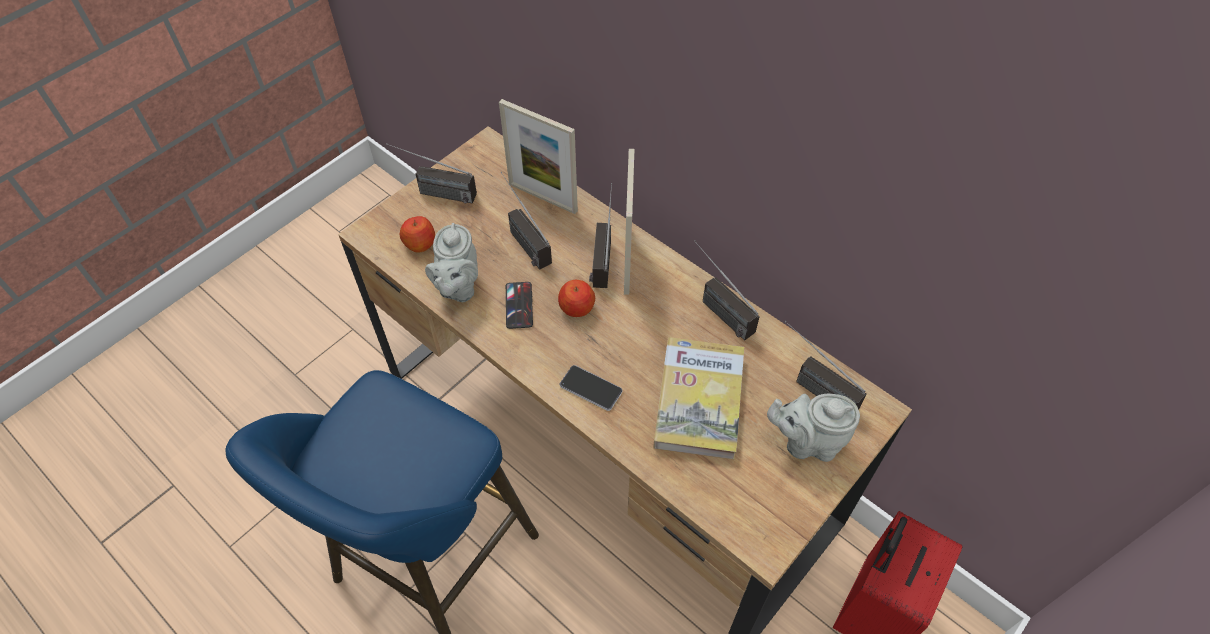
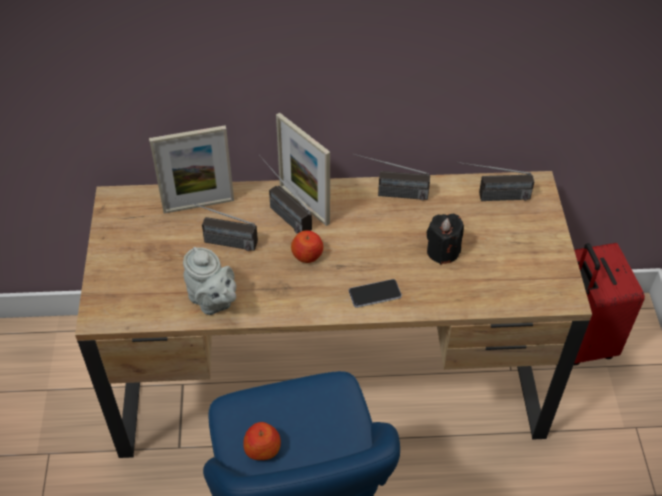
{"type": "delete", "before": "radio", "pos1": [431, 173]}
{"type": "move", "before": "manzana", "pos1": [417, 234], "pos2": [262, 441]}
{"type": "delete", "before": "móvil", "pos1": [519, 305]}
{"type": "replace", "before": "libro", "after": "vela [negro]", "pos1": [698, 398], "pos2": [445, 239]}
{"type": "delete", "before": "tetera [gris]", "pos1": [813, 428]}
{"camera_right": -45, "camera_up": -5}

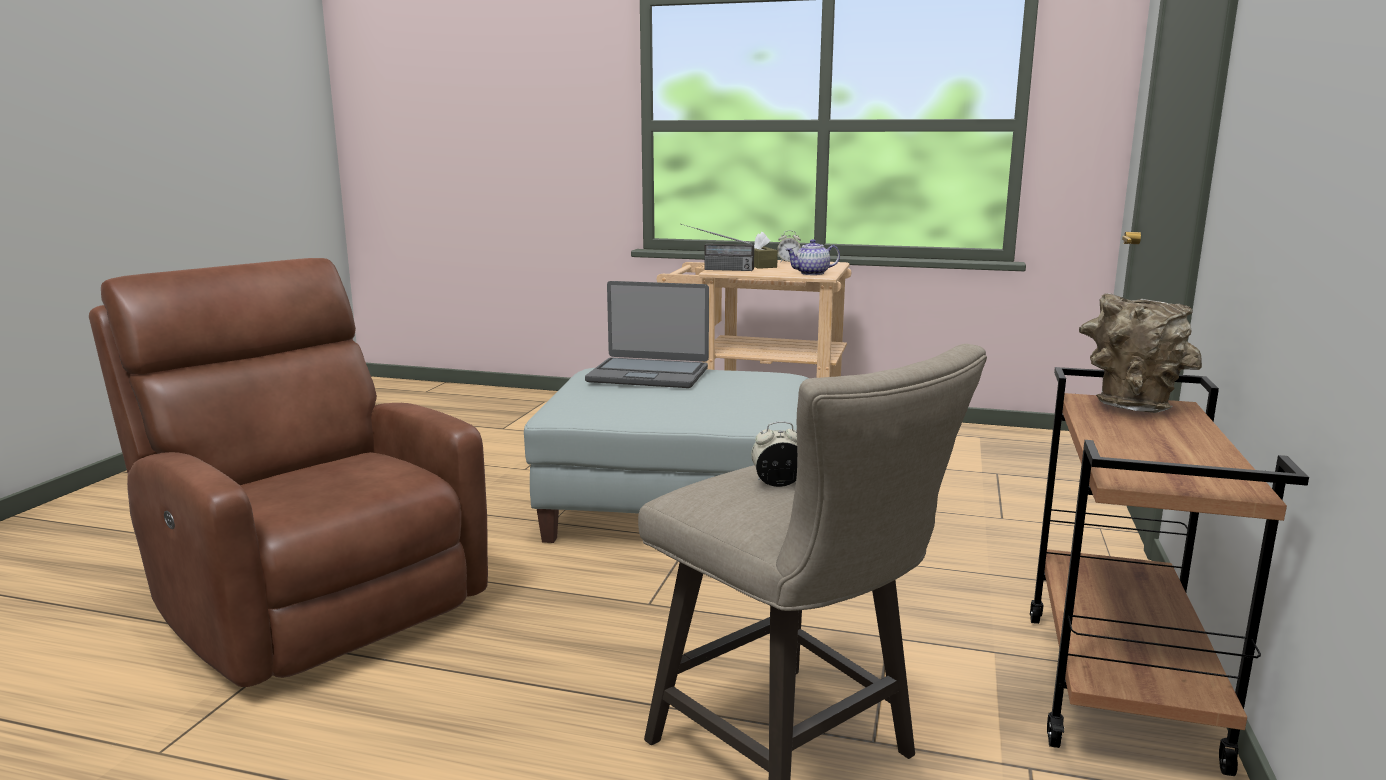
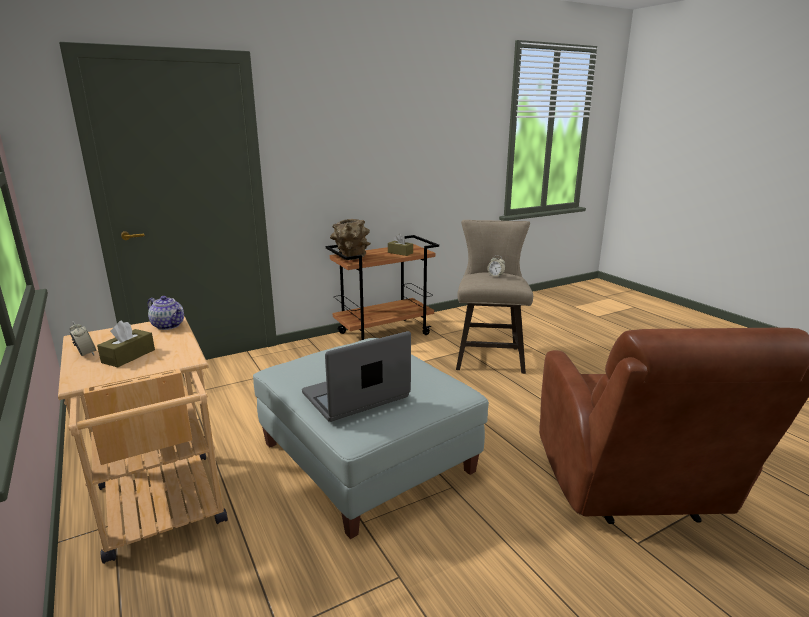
{"type": "rotate", "before": "portátil", "pos1": [647, 334], "pos2": [356, 376], "turn": -90}
{"type": "delete", "before": "radio", "pos1": [717, 247]}
{"type": "insert", "after": "caja de pañuelos [marrón]", "pos2": [400, 245]}
{"camera_right": -135, "camera_up": 5}

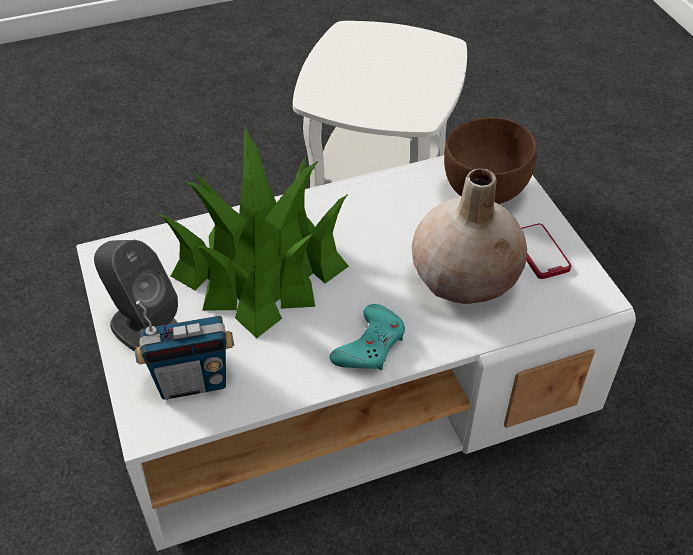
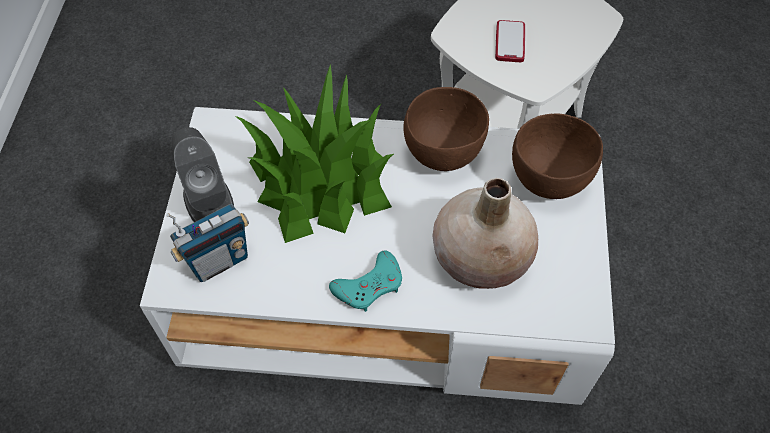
{"type": "rotate", "before": "radio", "pos1": [184, 350], "pos2": [207, 243], "turn": -45}
{"type": "move", "before": "móvil", "pos1": [546, 251], "pos2": [510, 41]}
{"type": "insert", "after": "cuenco [marrón]", "pos2": [446, 129]}
{"camera_right": 25, "camera_up": 10}

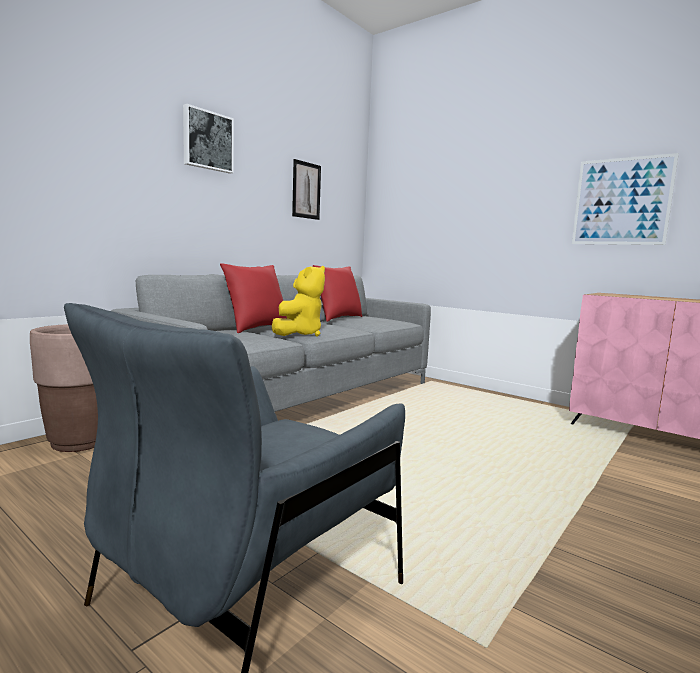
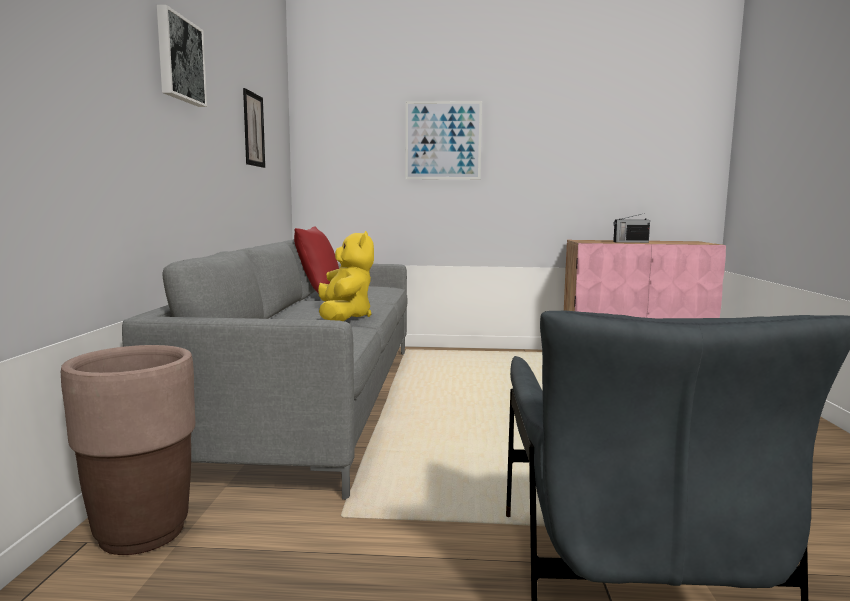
{"type": "delete", "before": "cojín [rojo]", "pos1": [253, 298]}
{"type": "move", "before": "cuadro", "pos1": [625, 199], "pos2": [443, 140]}
{"type": "insert", "after": "radio", "pos2": [631, 228]}
{"camera_right": -35, "camera_up": 0}

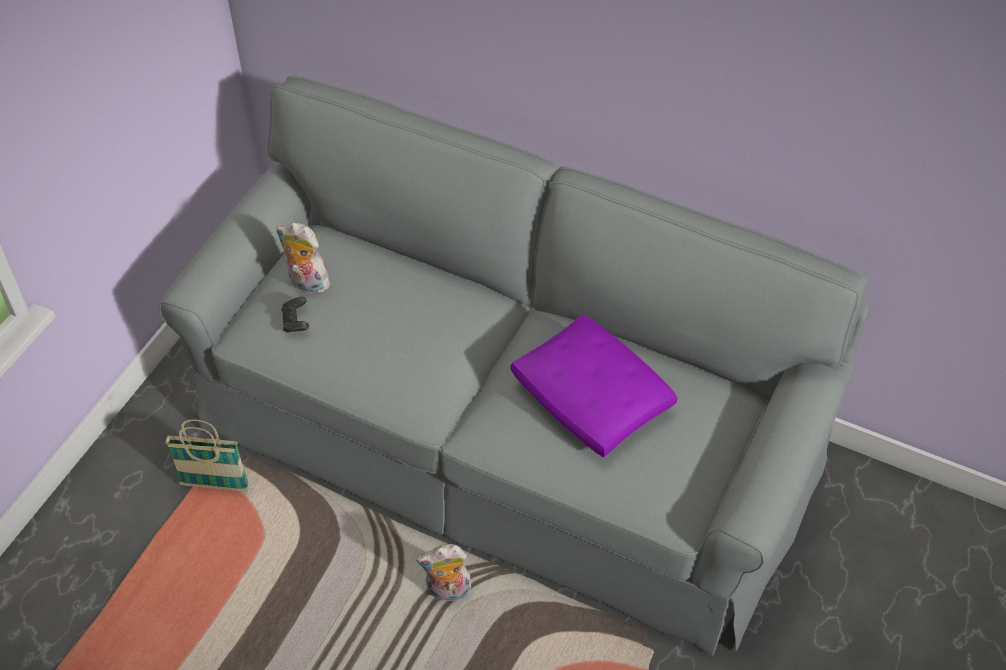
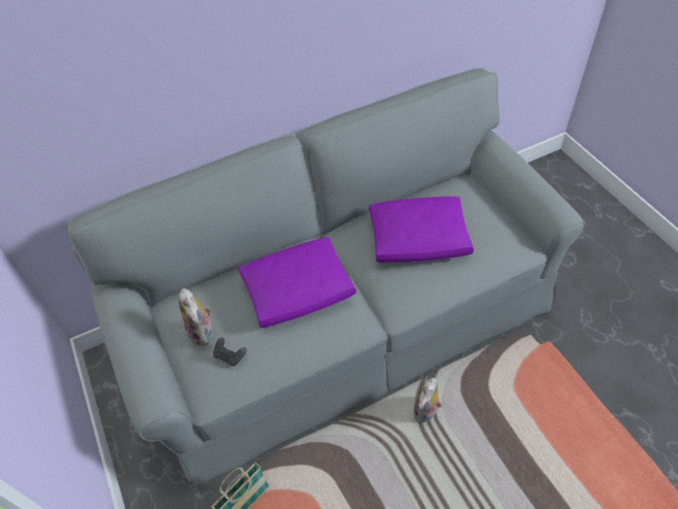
{"type": "rotate", "before": "peluche", "pos1": [303, 258], "pos2": [196, 317], "turn": -90}
{"type": "insert", "after": "cojín [morado]", "pos2": [297, 282]}
{"camera_right": -50, "camera_up": 0}

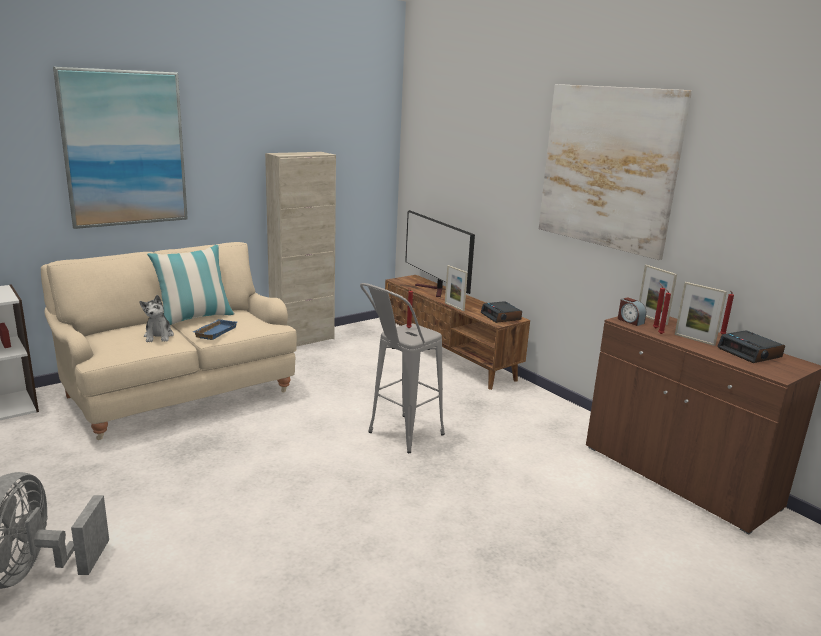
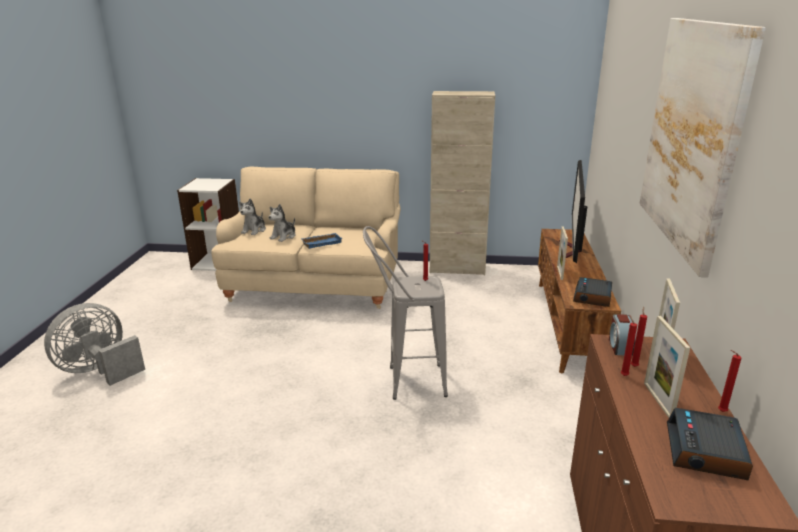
{"type": "delete", "before": "cuadro", "pos1": [120, 148]}
{"type": "delete", "before": "cojín", "pos1": [191, 284]}
{"type": "insert", "after": "peluche", "pos2": [252, 216]}
{"camera_right": 45, "camera_up": 5}

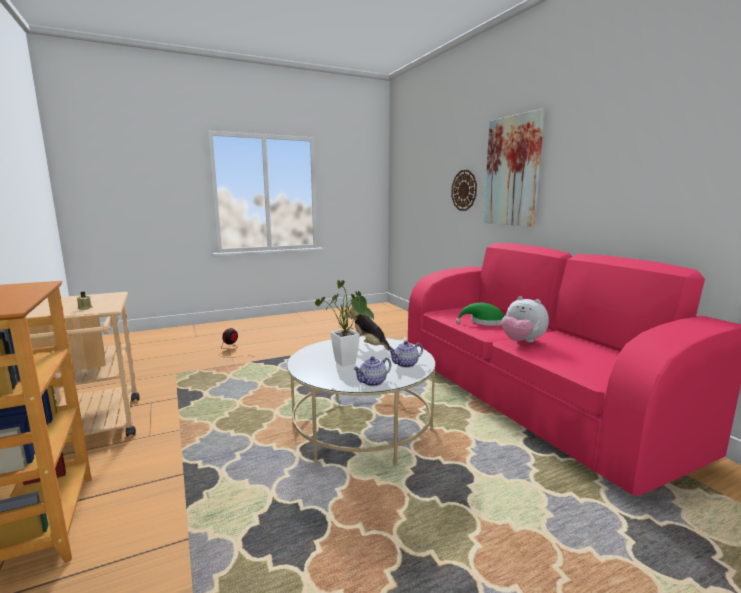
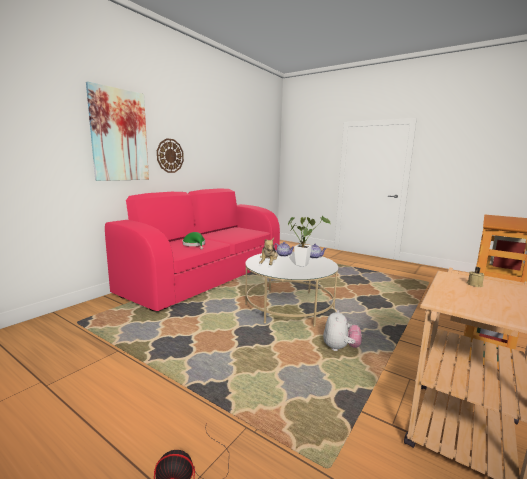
{"type": "move", "before": "reloj de pared", "pos1": [464, 190], "pos2": [170, 155]}
{"type": "move", "before": "peluche", "pos1": [525, 319], "pos2": [342, 330]}
{"camera_right": -120, "camera_up": 0}

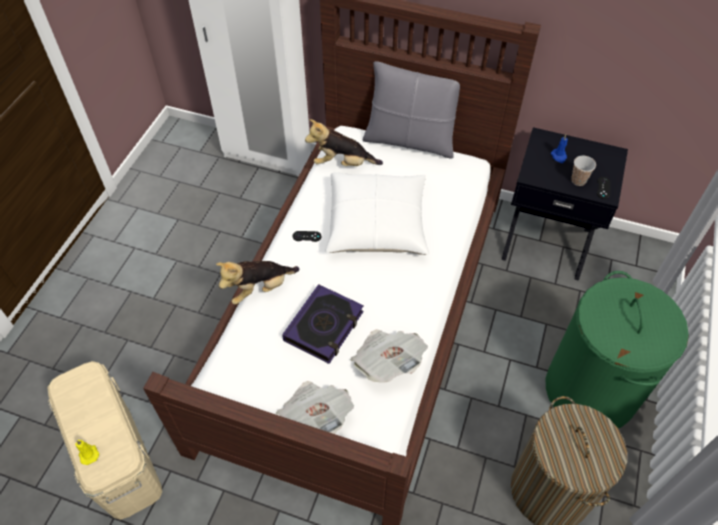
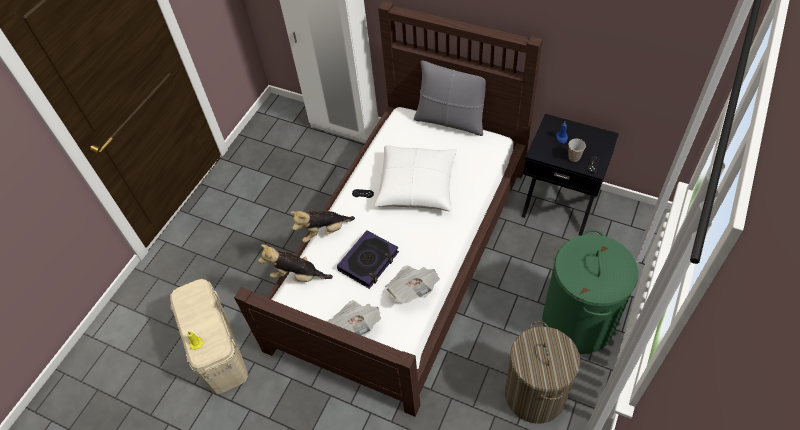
{"type": "move", "before": "peluche", "pos1": [344, 142], "pos2": [295, 263]}
{"camera_right": 10, "camera_up": 0}

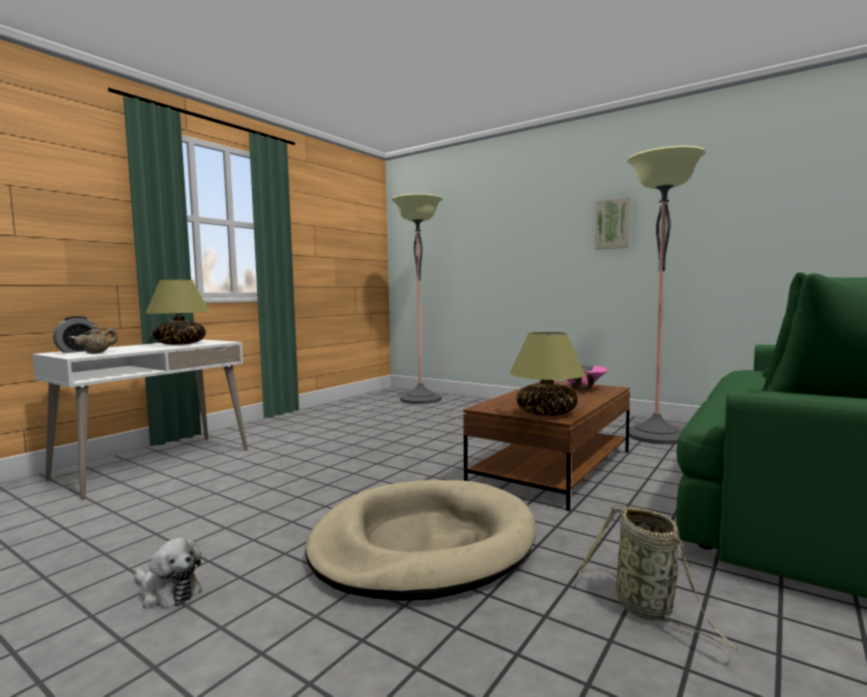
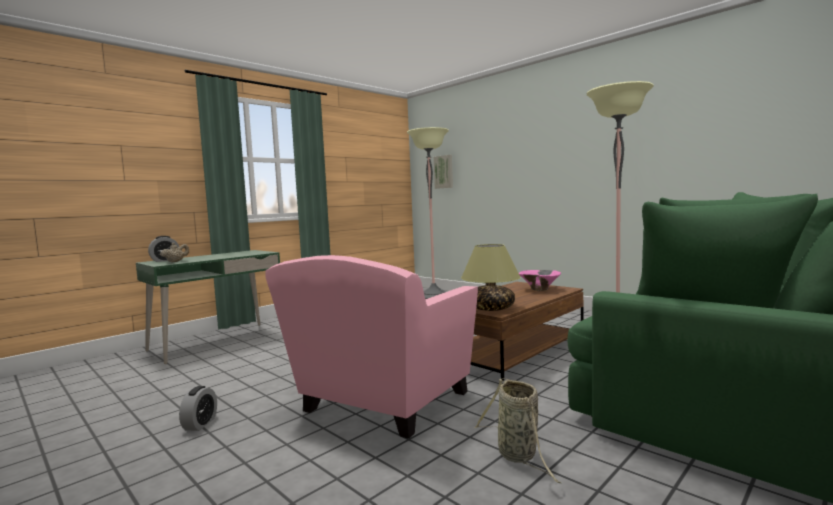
{"type": "recolor", "before": "escritorio [blanco]", "after": "escritorio [verde]", "pos1": [140, 419], "pos2": [208, 307]}
{"type": "replace", "before": "peluche", "after": "despertador", "pos1": [168, 573], "pos2": [198, 408]}
{"type": "delete", "before": "lámpara de mesa", "pos1": [178, 312]}
{"type": "replace", "before": "cama para perro [beis]", "after": "sillón [rosa]", "pos1": [420, 540], "pos2": [371, 347]}
{"type": "move", "before": "cuadro", "pos1": [613, 223], "pos2": [443, 172]}
{"camera_right": 10, "camera_up": 0}

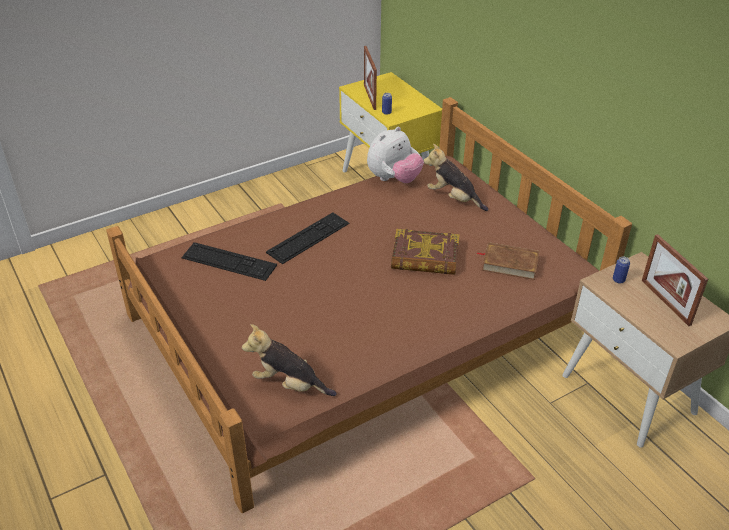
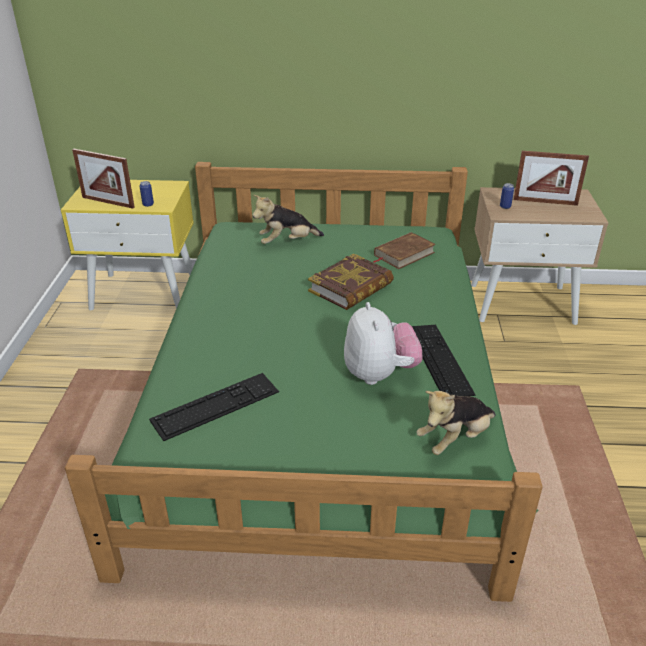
{"type": "recolor", "before": "cama [marrón]", "after": "cama [verde]", "pos1": [369, 305], "pos2": [303, 382]}
{"type": "move", "before": "teclado", "pos1": [307, 238], "pos2": [444, 360]}
{"type": "move", "before": "peluche", "pos1": [395, 154], "pos2": [383, 343]}
{"camera_right": -55, "camera_up": -5}

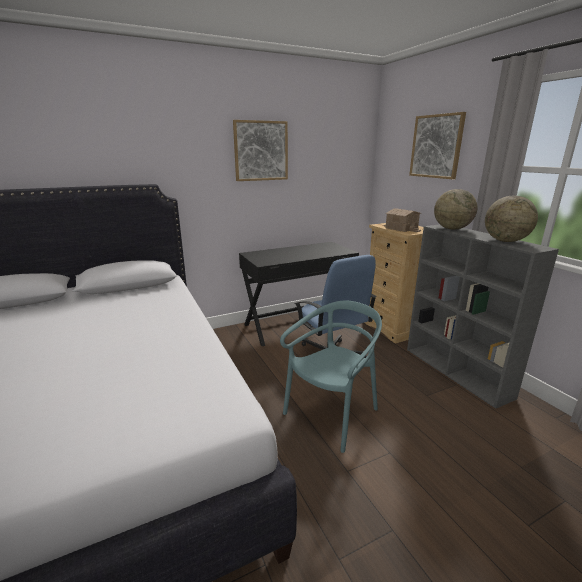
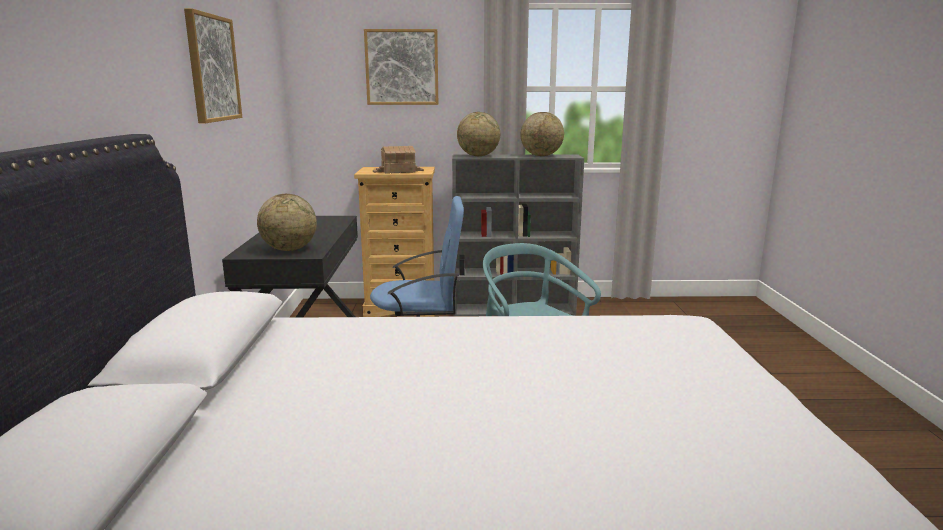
{"type": "insert", "after": "globo terráqueo", "pos2": [287, 222]}
{"camera_right": -65, "camera_up": -5}

